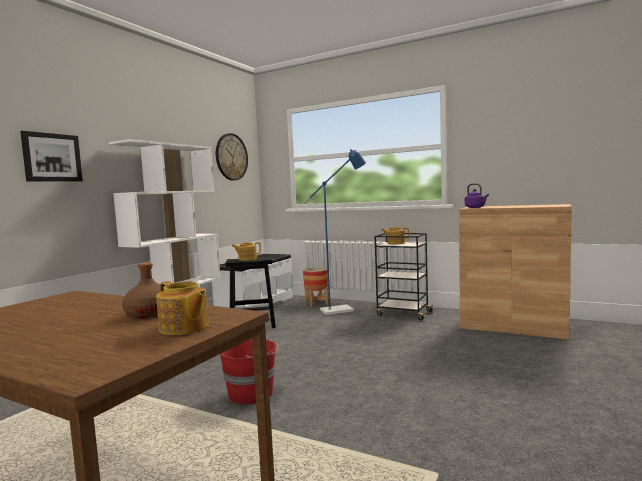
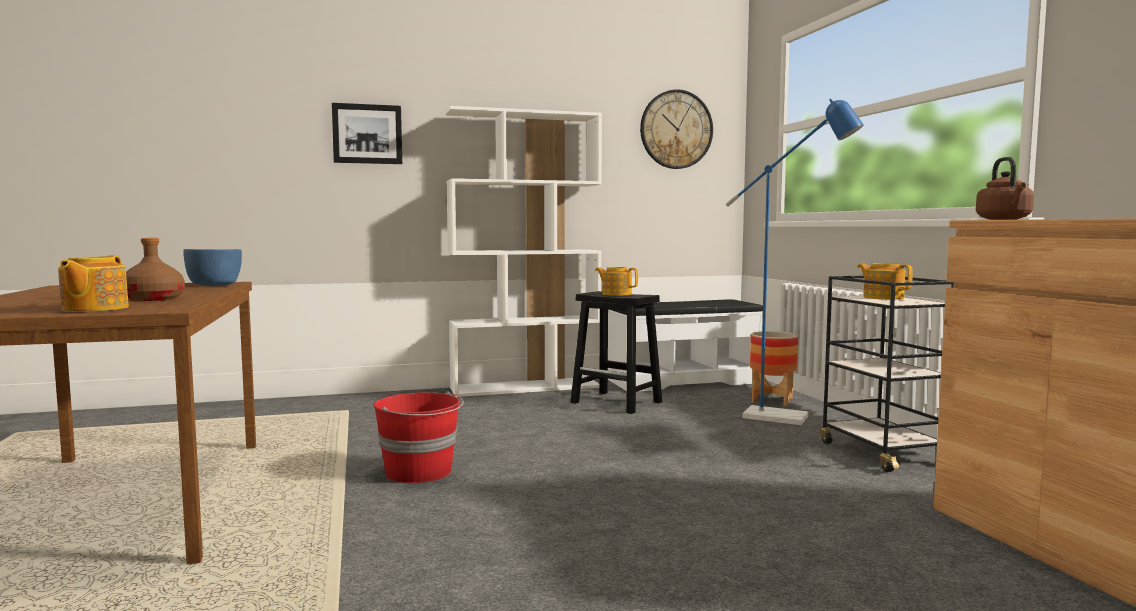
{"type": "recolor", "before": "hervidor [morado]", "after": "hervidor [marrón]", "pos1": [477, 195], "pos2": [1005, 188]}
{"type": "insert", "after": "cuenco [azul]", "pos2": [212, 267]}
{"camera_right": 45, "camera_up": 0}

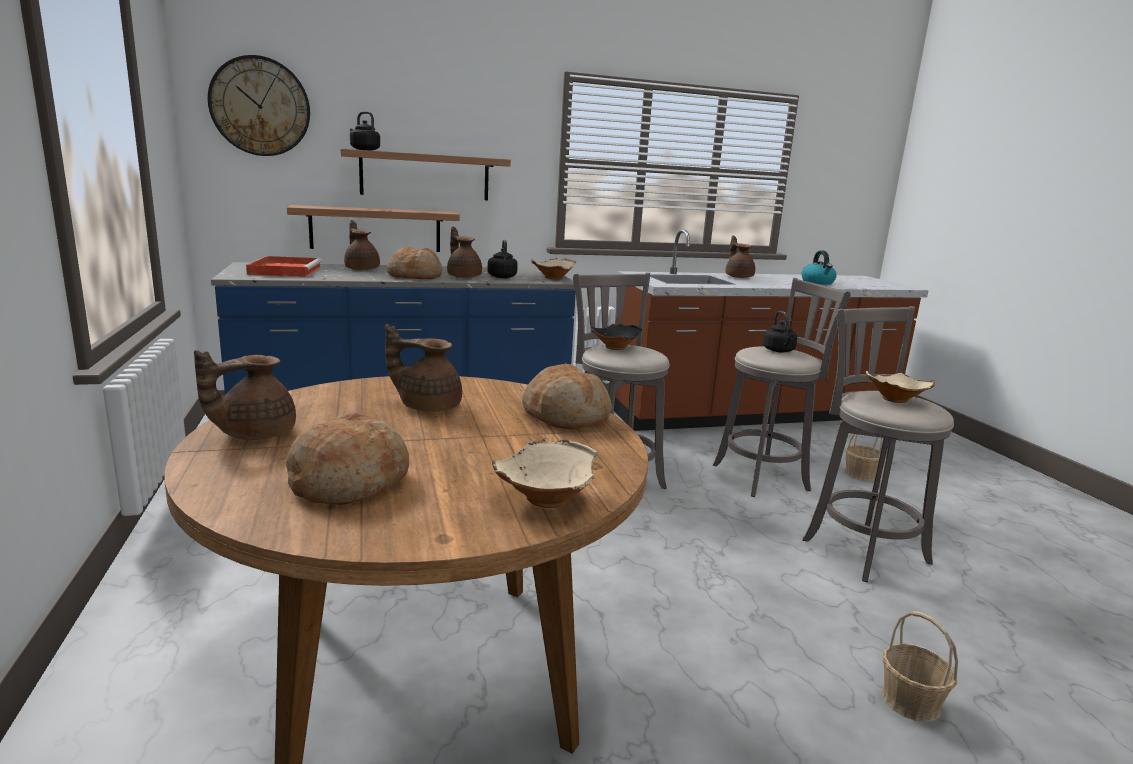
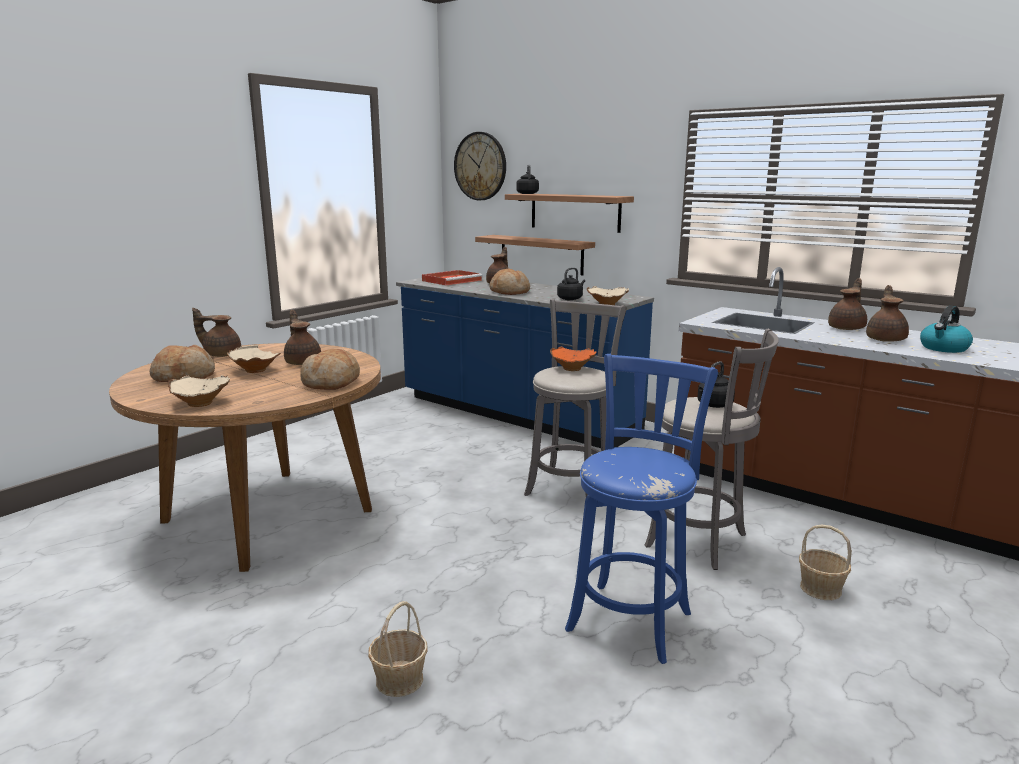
{"type": "move", "before": "tetera [marrón]", "pos1": [464, 252], "pos2": [887, 313]}
{"type": "recolor", "before": "cuenco [negro]", "after": "cuenco [naranja]", "pos1": [616, 336], "pos2": [573, 358]}
{"type": "recolor", "before": "taburete [gris]", "after": "taburete [azul]", "pos1": [878, 444], "pos2": [641, 509]}
{"type": "move", "before": "cuenco [beis]", "pos1": [900, 387], "pos2": [254, 359]}
{"camera_right": 55, "camera_up": 0}

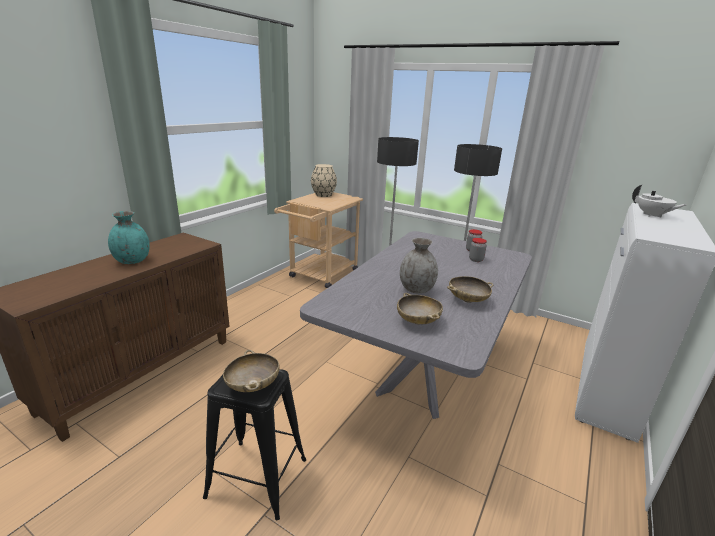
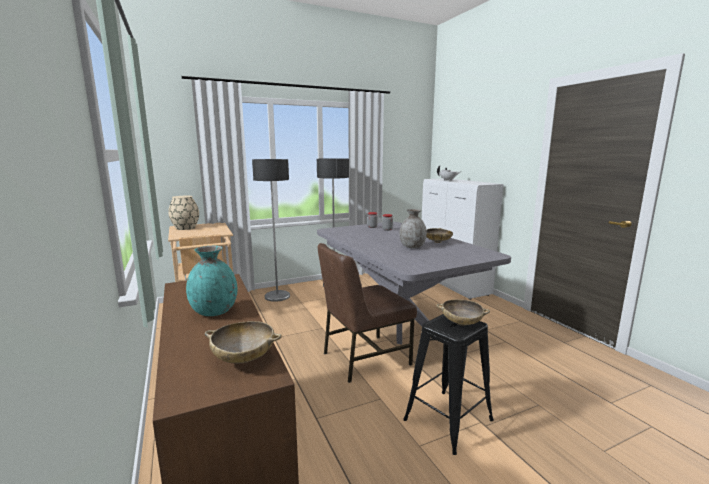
{"type": "move", "before": "cuenco [beis]", "pos1": [420, 308], "pos2": [243, 342]}
{"type": "insert", "after": "silla [marrón]", "pos2": [367, 313]}
{"camera_right": -55, "camera_up": -10}

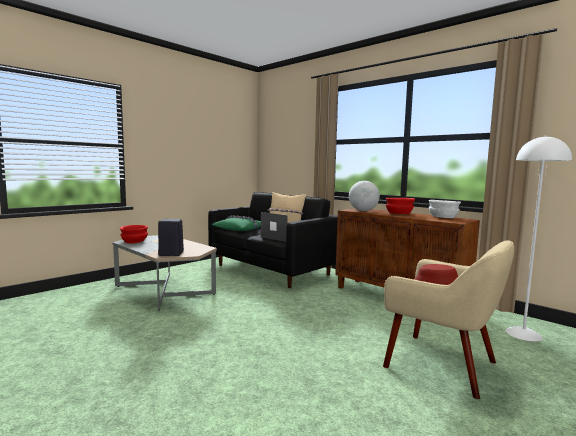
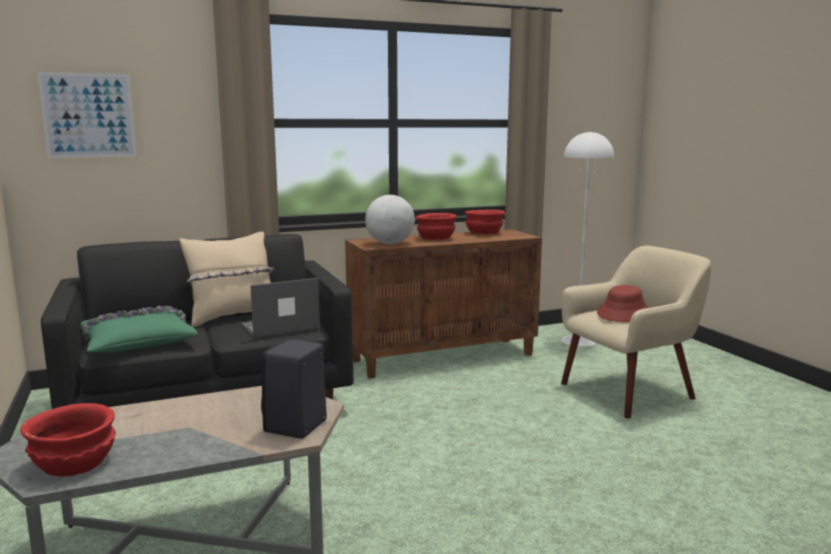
{"type": "recolor", "before": "cuenco [blanco]", "after": "cuenco [rojo]", "pos1": [444, 209], "pos2": [485, 222]}
{"type": "insert", "after": "cuadro", "pos2": [87, 115]}
{"camera_right": -65, "camera_up": 5}

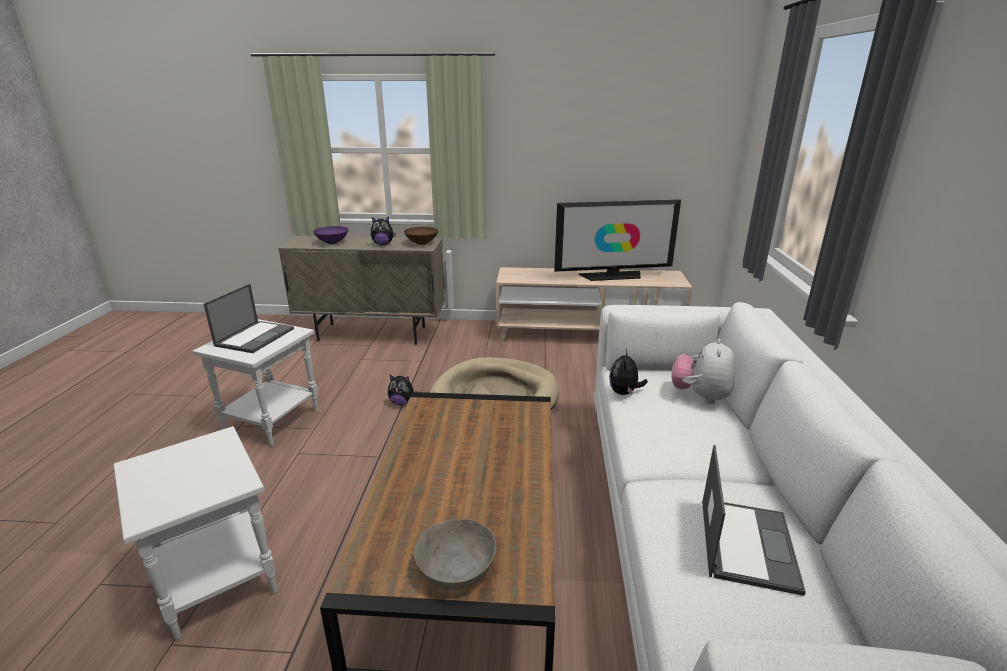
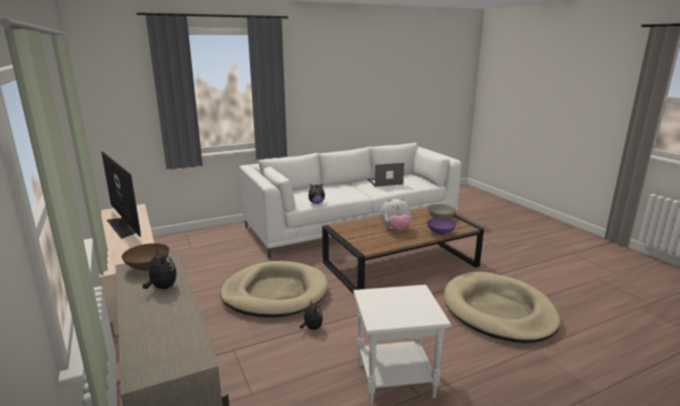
{"type": "replace", "before": "mesa auxiliar [blanco]", "after": "cama para perro [beis]", "pos1": [195, 533], "pos2": [502, 307]}
{"type": "delete", "before": "portátil", "pos1": [249, 318]}
{"type": "move", "before": "cuenco [morado]", "pos1": [330, 235], "pos2": [441, 226]}
{"type": "move", "before": "peluche", "pos1": [703, 371], "pos2": [395, 214]}
{"camera_right": -120, "camera_up": -5}

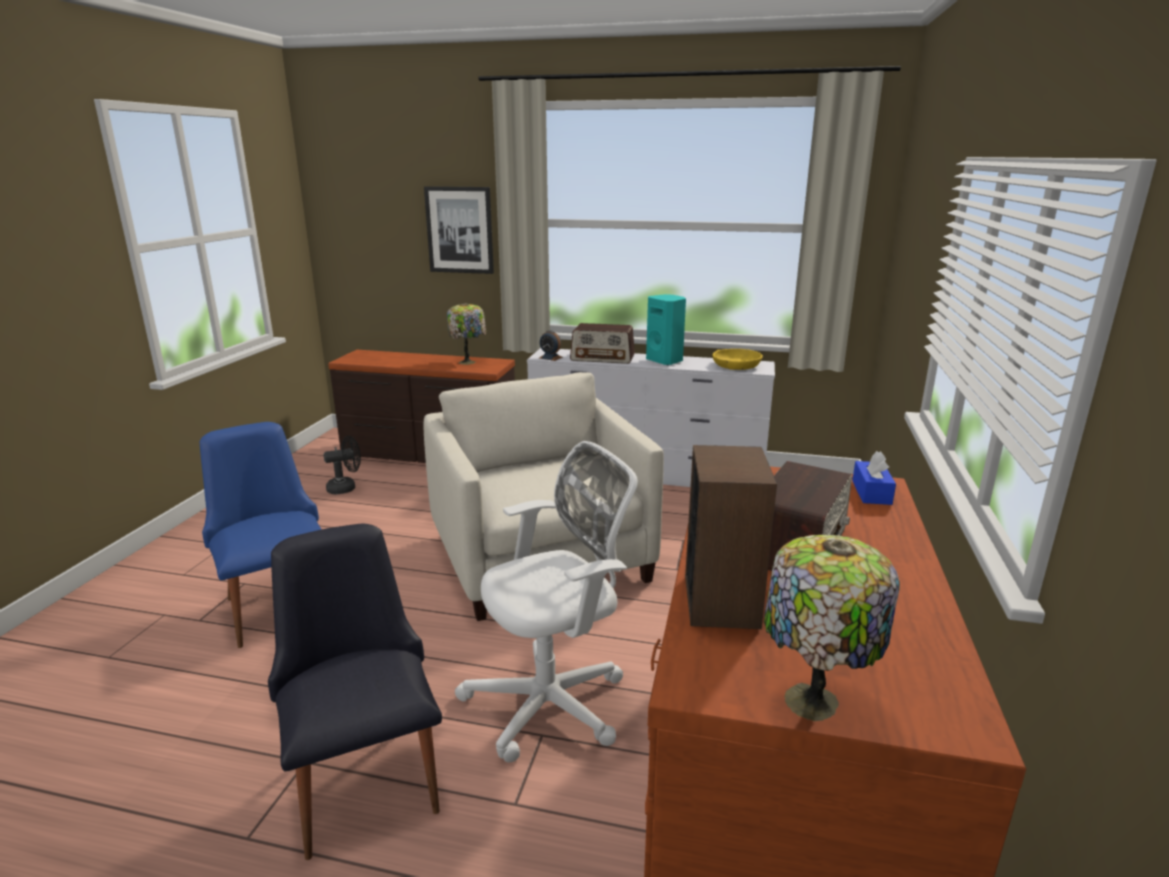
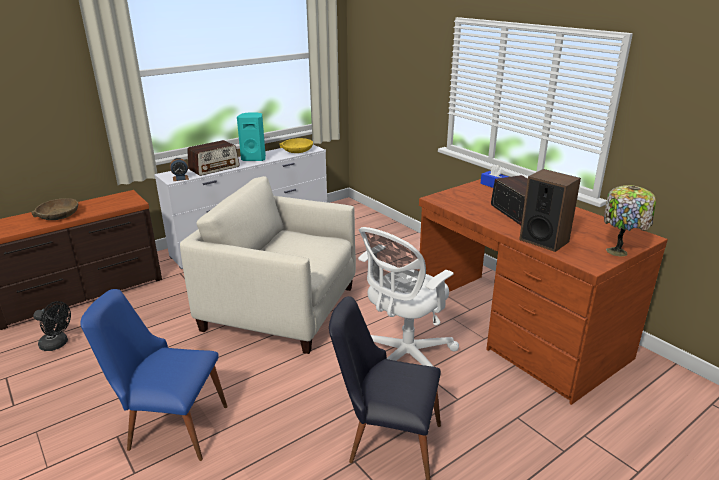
{"type": "rotate", "before": "ventilador [negro]", "pos1": [342, 465], "pos2": [52, 326], "turn": 90}
{"type": "delete", "before": "cuadro", "pos1": [459, 230]}
{"type": "delete", "before": "lámpara de mesa", "pos1": [466, 334]}
{"type": "rotate", "before": "silla de oficina [blanco]", "pos1": [546, 601], "pos2": [408, 297], "turn": -150}
{"type": "insert", "after": "cuenco [marrón]", "pos2": [54, 209]}
{"camera_right": -50, "camera_up": 5}

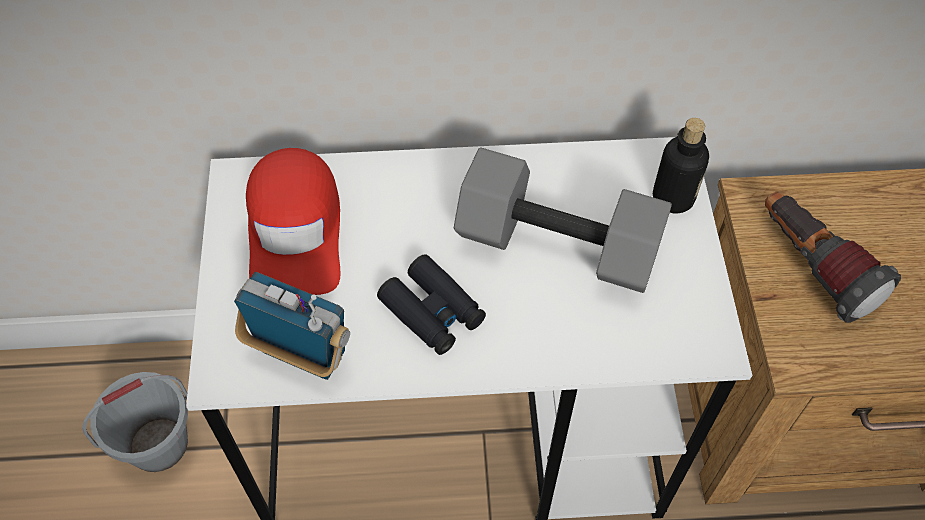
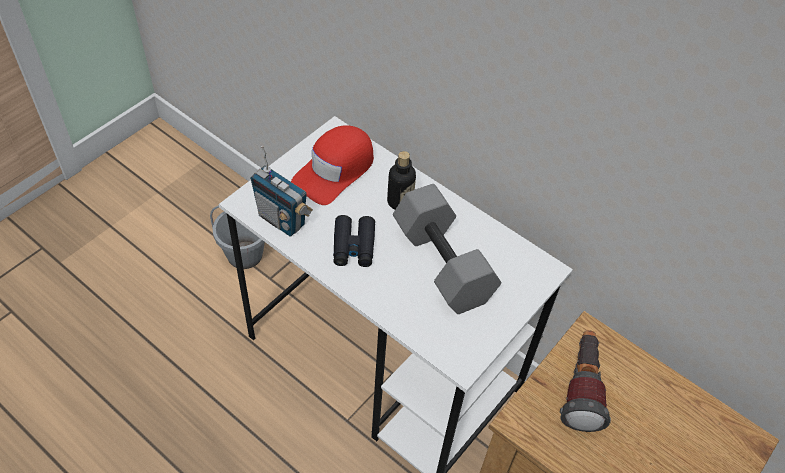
{"type": "rotate", "before": "radio", "pos1": [292, 326], "pos2": [281, 191], "turn": 150}
{"type": "move", "before": "botella", "pos1": [681, 165], "pos2": [401, 180]}
{"camera_right": 40, "camera_up": -5}

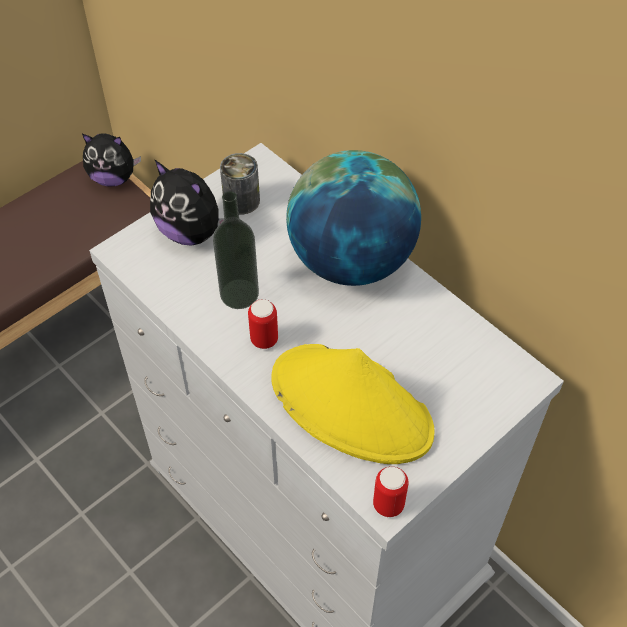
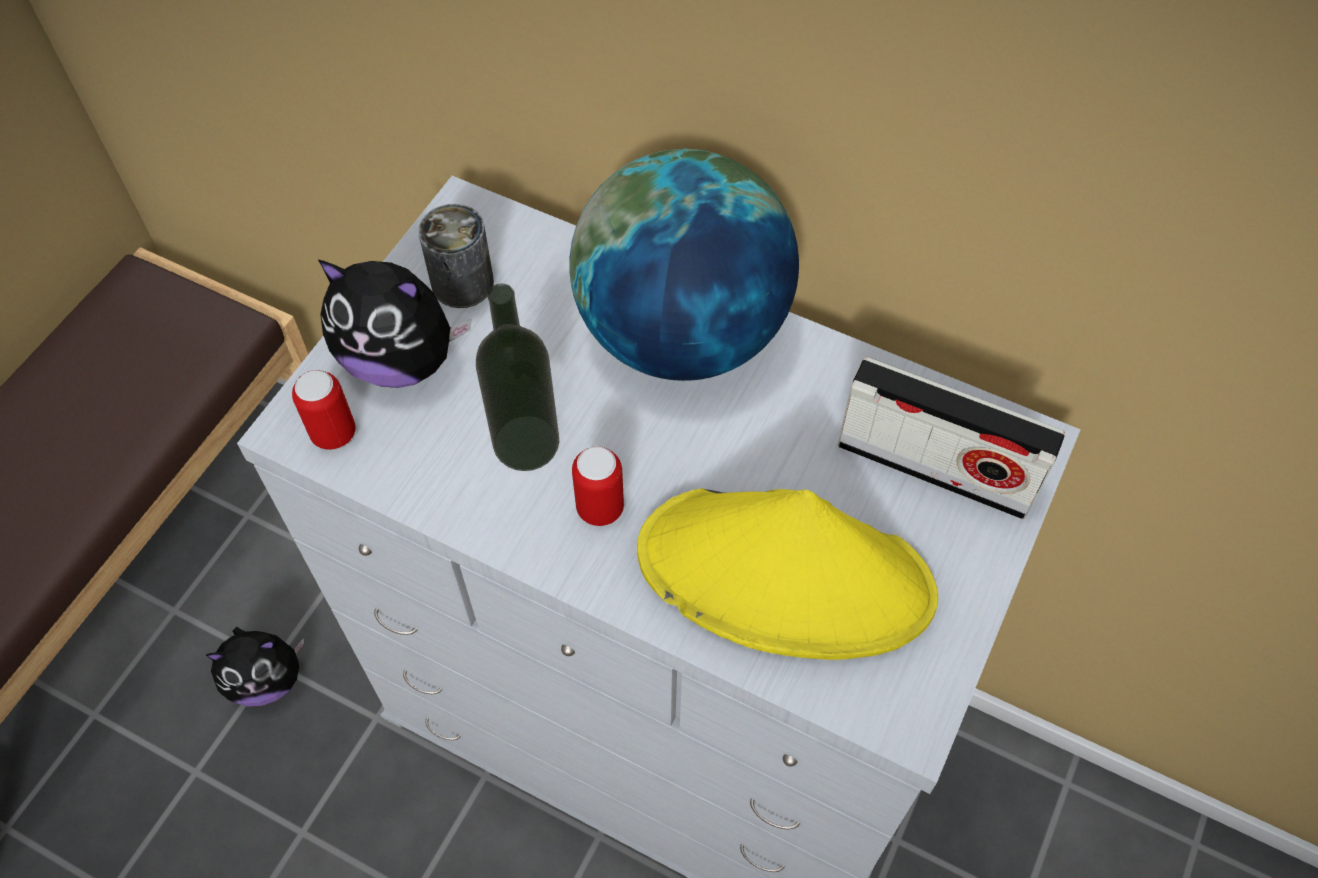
{"type": "move", "before": "peluche", "pos1": [111, 160], "pos2": [255, 667]}
{"type": "move", "before": "lata", "pos1": [391, 491], "pos2": [324, 410]}
{"type": "insert", "after": "radio", "pos2": [951, 438]}
{"camera_right": -20, "camera_up": 5}

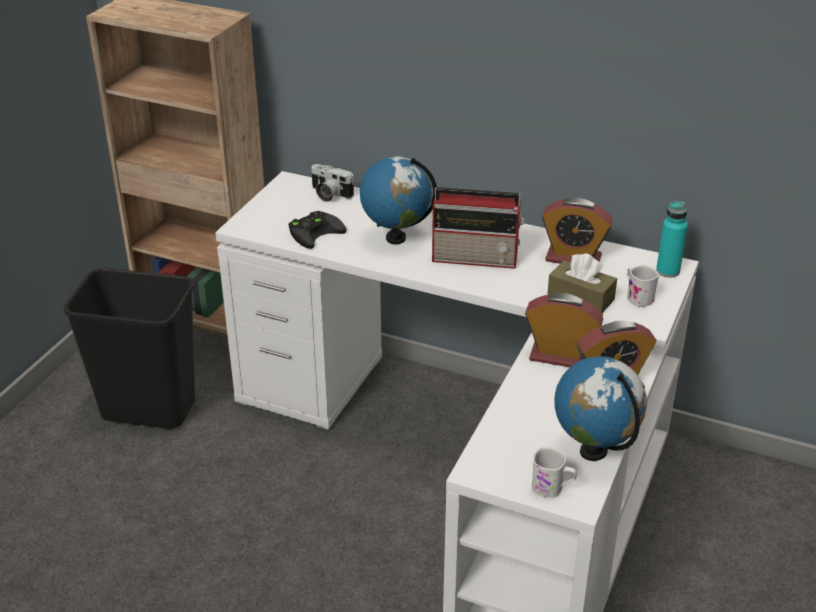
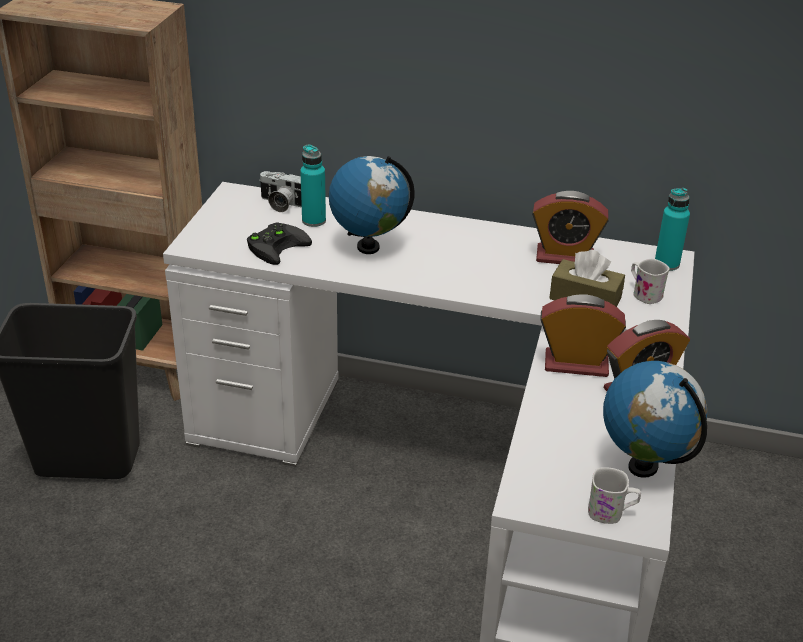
{"type": "delete", "before": "radio", "pos1": [478, 228]}
{"type": "insert", "after": "botella [turquesa]", "pos2": [313, 186]}
{"camera_right": -10, "camera_up": 0}

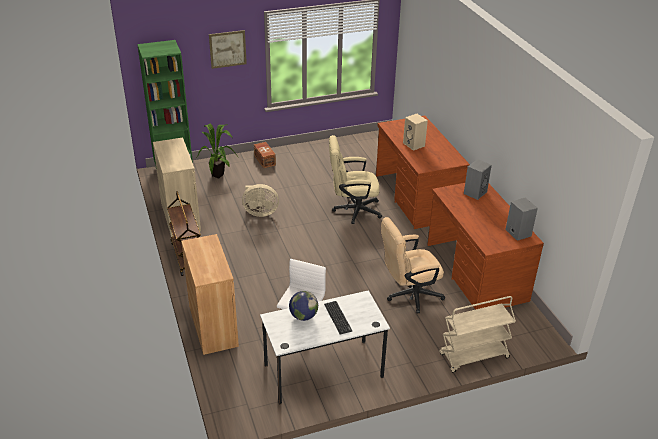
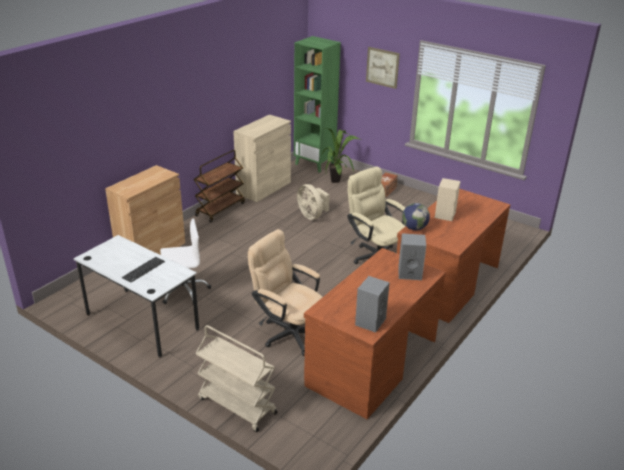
{"type": "move", "before": "globo terráqueo", "pos1": [303, 306], "pos2": [416, 216]}
{"camera_right": 55, "camera_up": -5}

